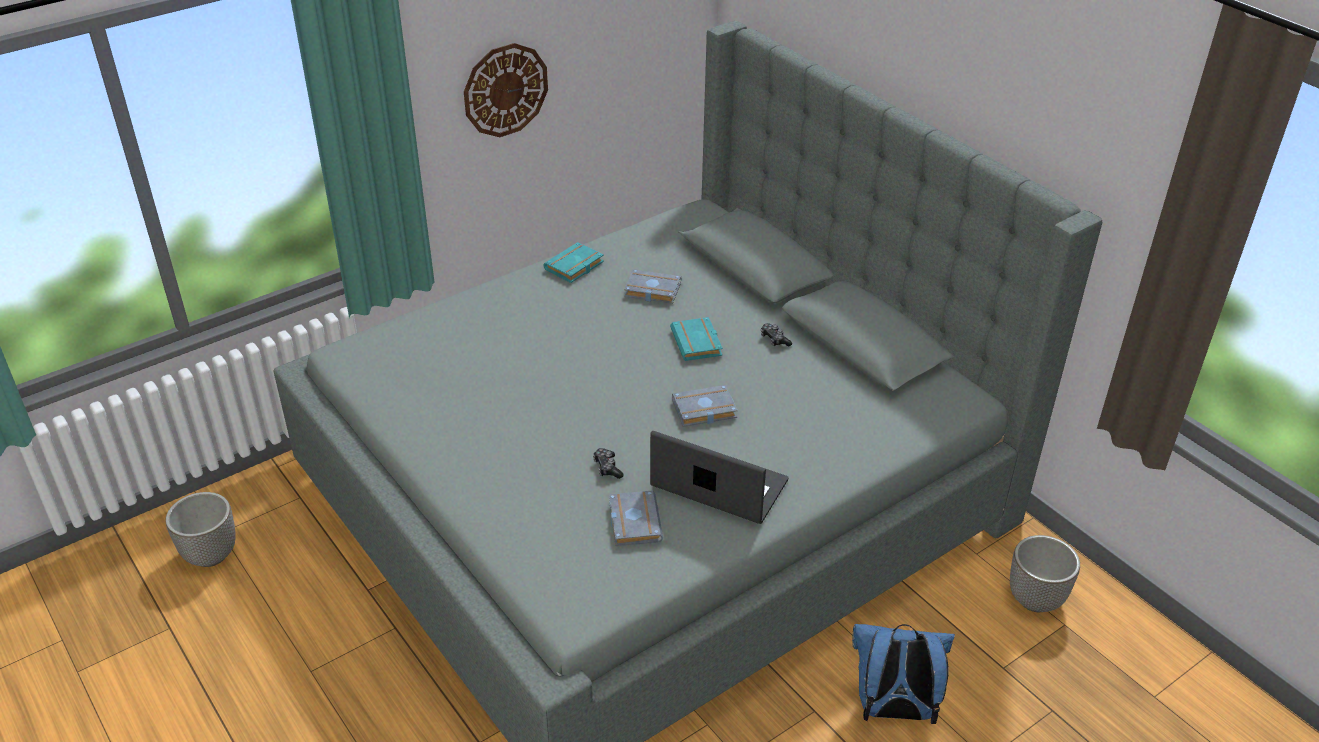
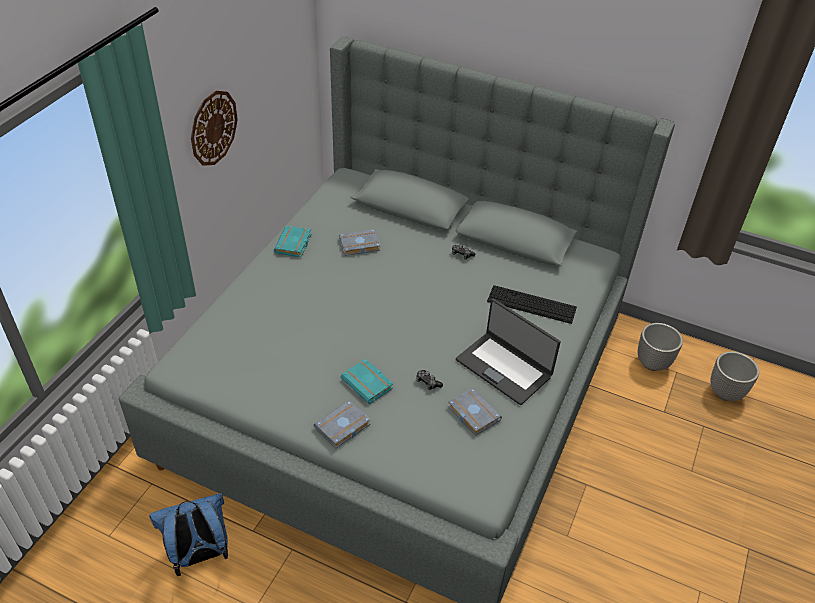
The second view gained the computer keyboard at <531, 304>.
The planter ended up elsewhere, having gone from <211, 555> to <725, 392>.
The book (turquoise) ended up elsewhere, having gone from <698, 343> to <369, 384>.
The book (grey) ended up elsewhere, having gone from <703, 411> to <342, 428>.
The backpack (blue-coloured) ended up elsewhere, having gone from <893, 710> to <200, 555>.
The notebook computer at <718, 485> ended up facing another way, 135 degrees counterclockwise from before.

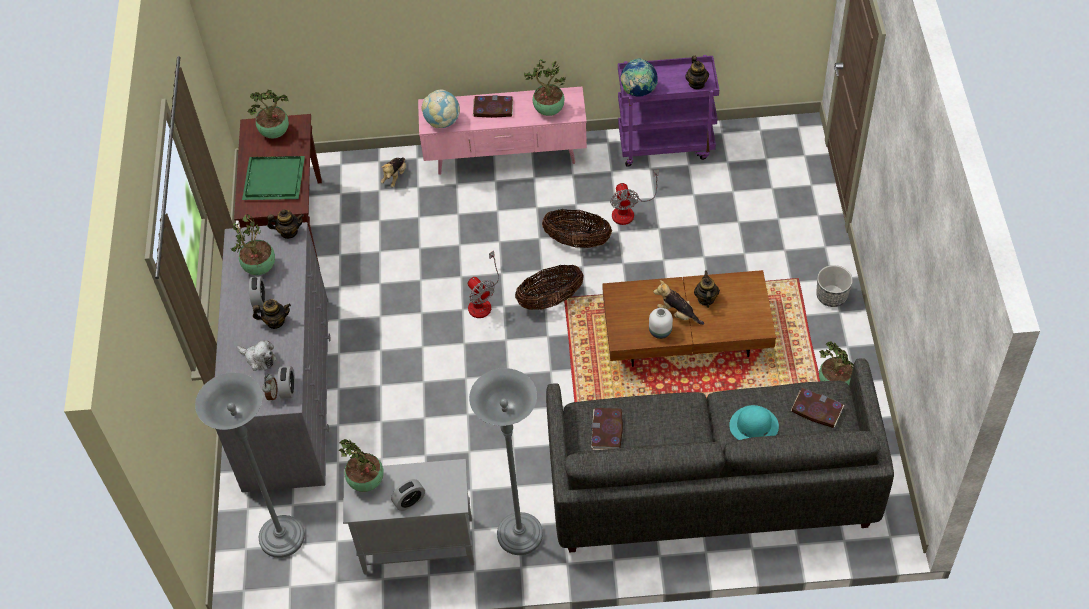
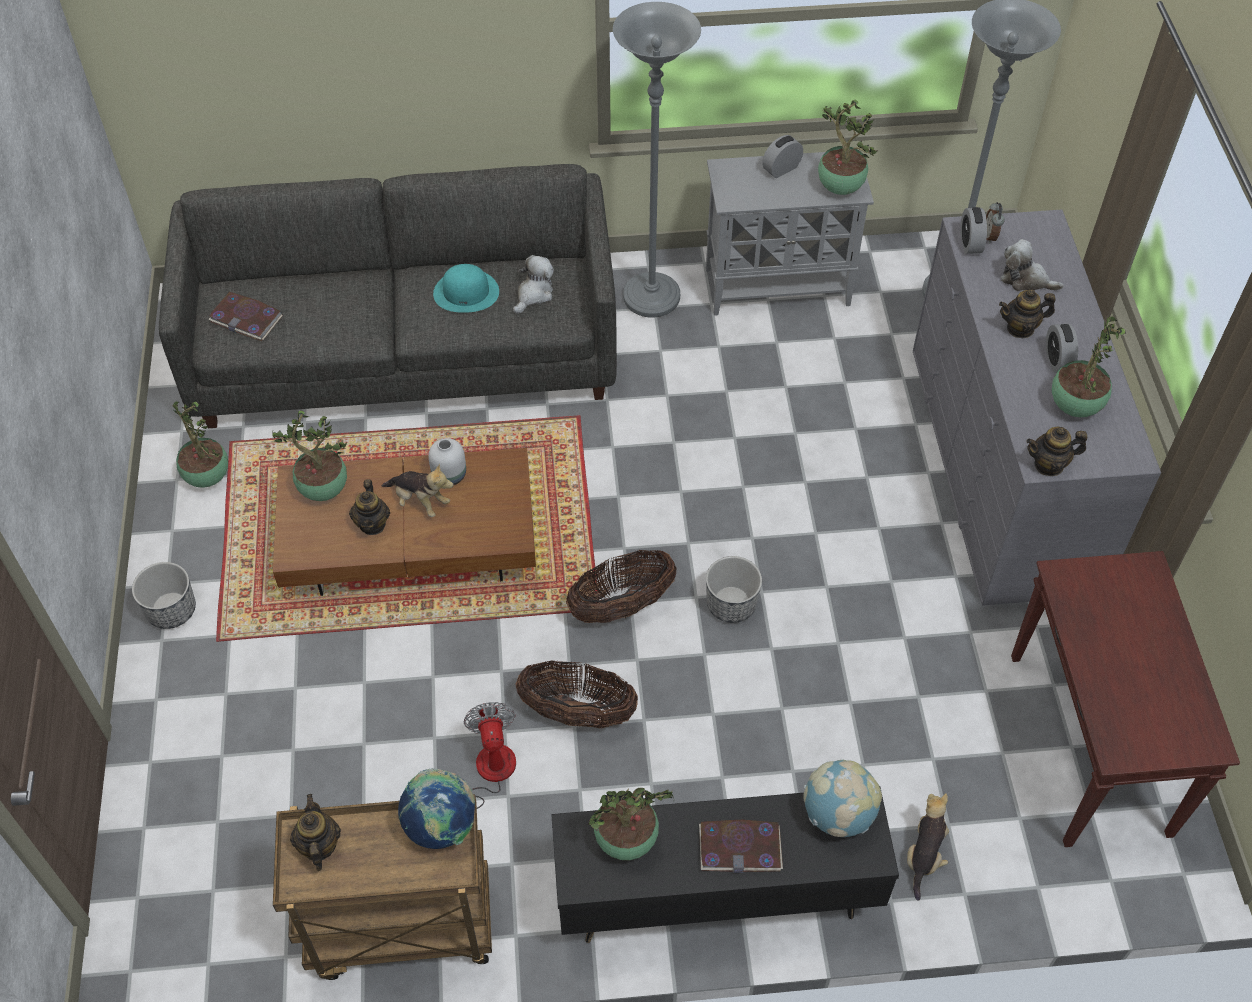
The second view lost the serving tray (green) at <273, 180>.
The potted plant ended up elsewhere, having gone from <276, 133> to <322, 490>.
The wearable hat (turquoise) ended up elsewhere, having gone from <753, 425> to <466, 292>.
Where the fan stood at <482, 301>, the planter came to stand at <731, 604>.
Where the book stood at <607, 430>, the soft toy came to stand at <534, 294>.
What was the tv stand (pink-coloured) at <506, 158> turned into the tv stand (blackish) at <716, 898>.
What was the trolley (purple) at <666, 144> turned into the trolley (brown-coloured) at <400, 929>.

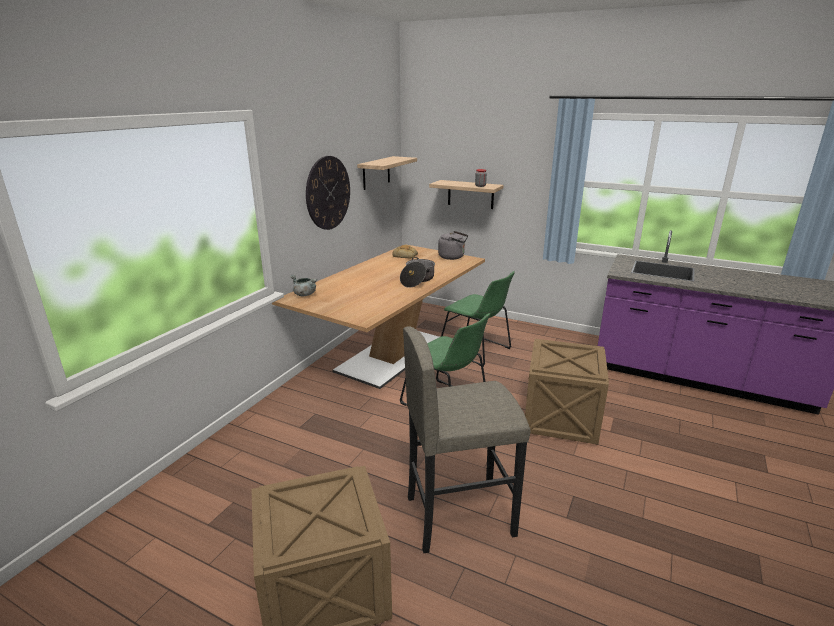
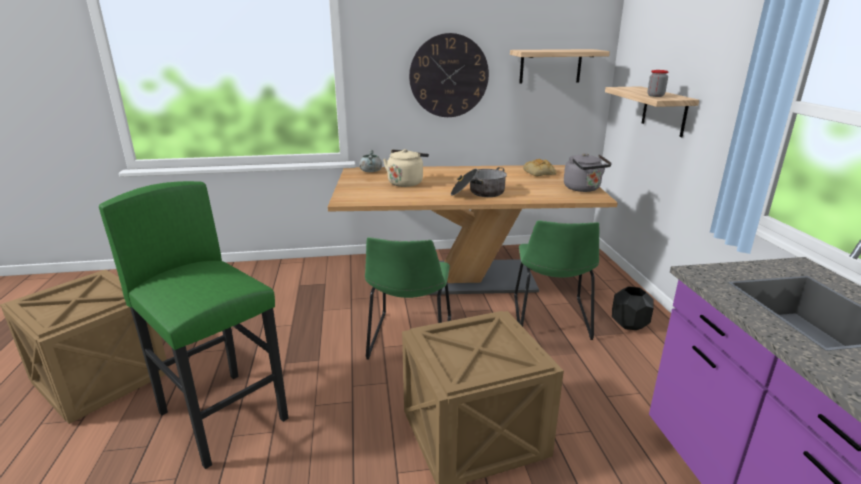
The second view gained the tea kettle (beige-coloured) at <406, 182>.
The second view gained the planter (blackish) at <628, 324>.
What was the sitting stool (grey) at <459, 515> turned into the sitting stool (green) at <223, 415>.

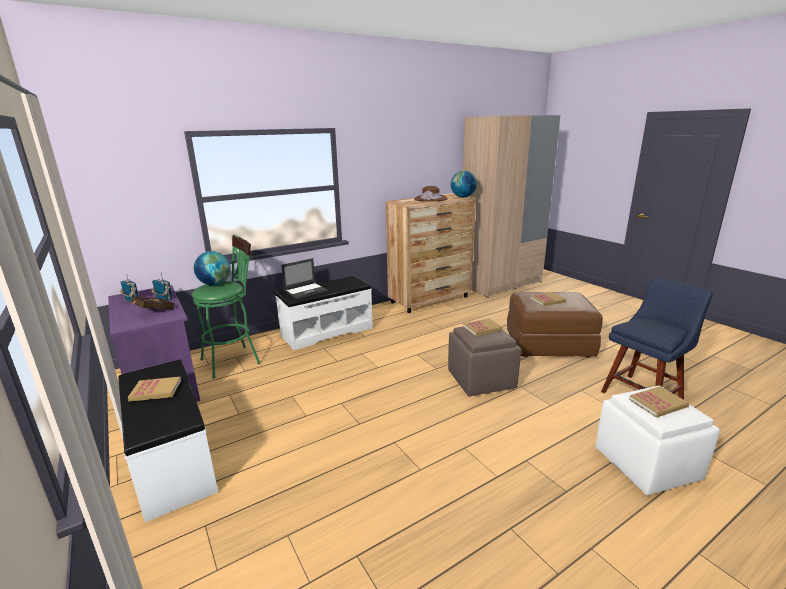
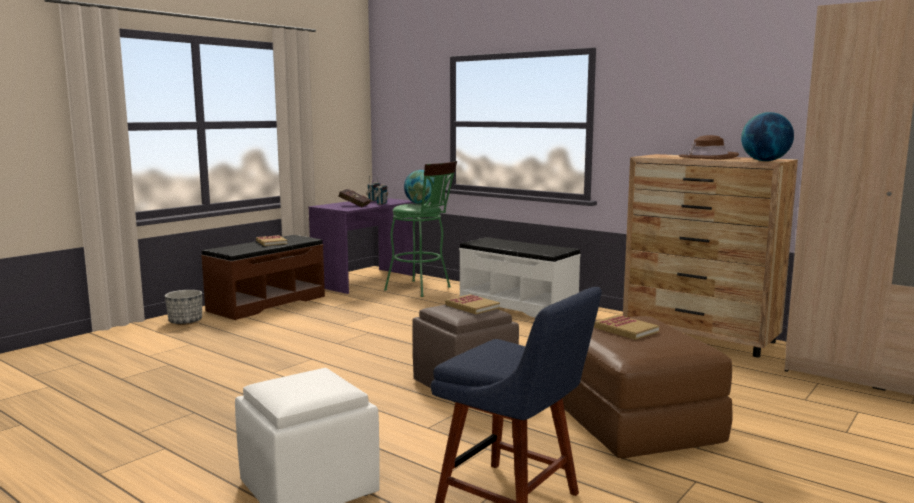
The second view lost the notebook computer at <306, 291>.
The second view lost the book at <658, 403>.
The second view gained the planter at <186, 322>.
What was the long seat (white-coloured) at <171, 461> turned into the long seat (brown-coloured) at <266, 303>.

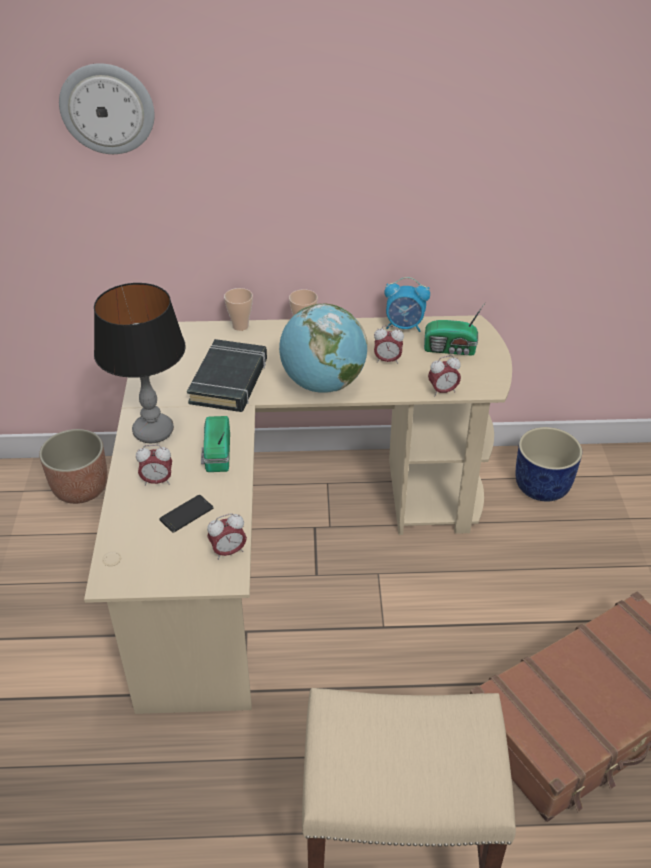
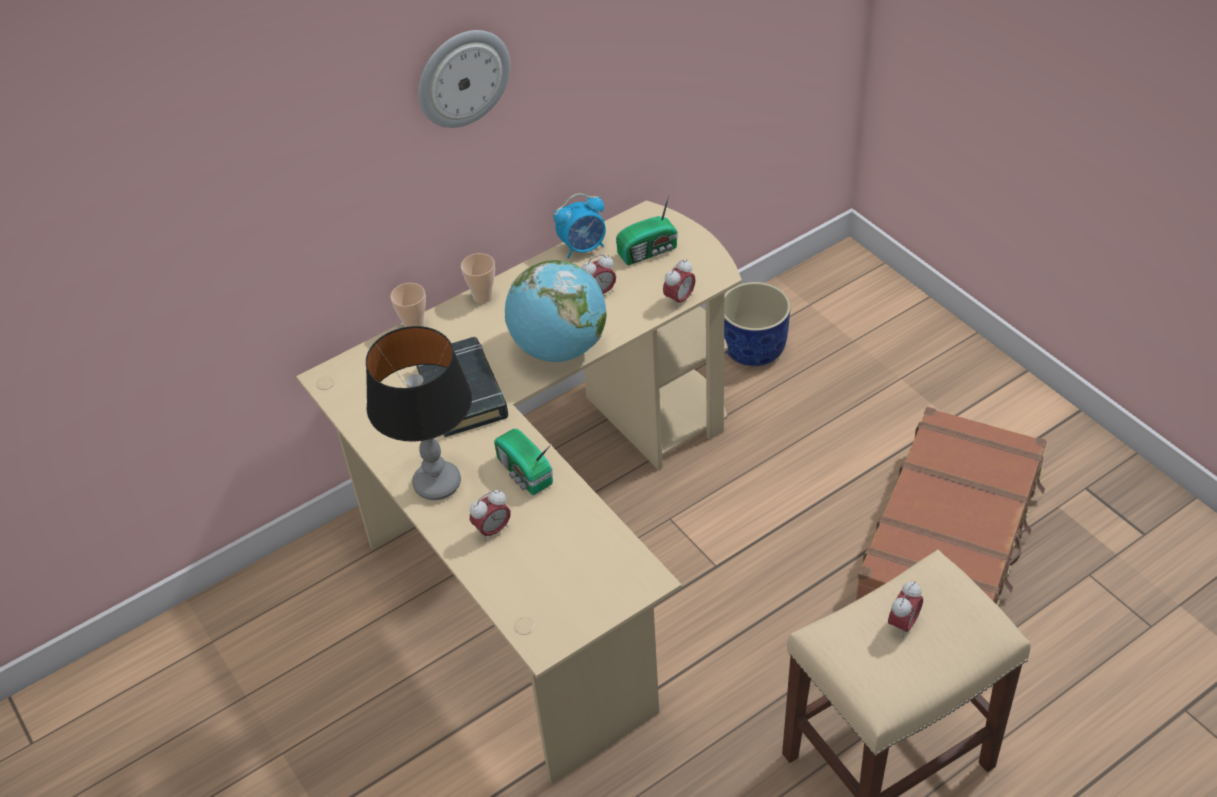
The second view lost the planter at <81, 488>.
The second view lost the telephone at <186, 514>.
The hanging clock ended up elsewhere, having gone from <107, 108> to <462, 77>.
The bedside clock ended up elsewhere, having gone from <228, 551> to <903, 624>.

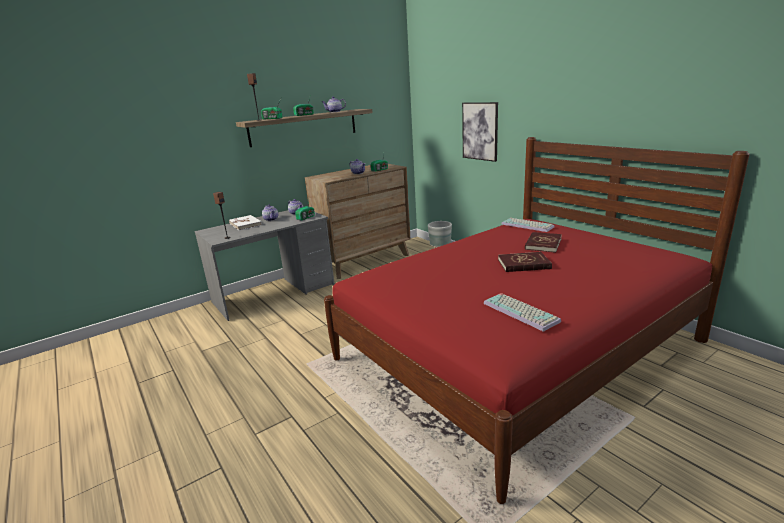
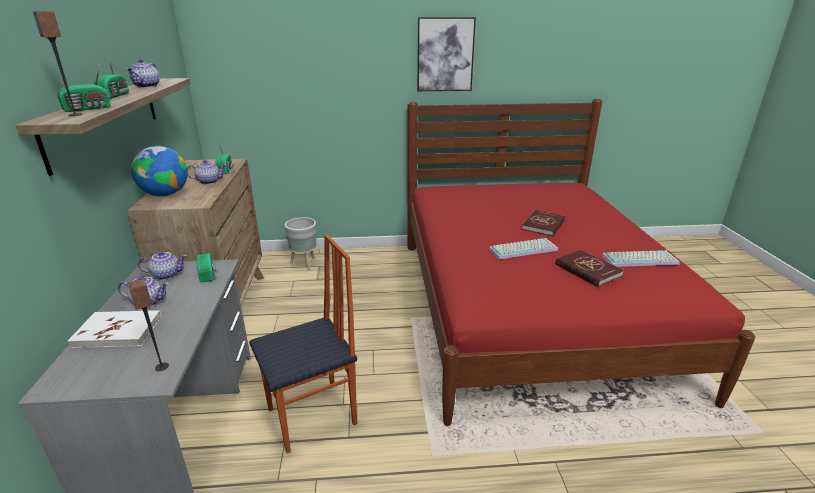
The second view gained the globe at <165, 194>.
The second view gained the upright chair at <313, 417>.
The wall picture ended up elsewhere, having gone from <480, 131> to <445, 55>.
The computer keyboard ended up elsewhere, having gone from <528, 225> to <523, 249>.
The book (red) ended up elsewhere, having gone from <543, 244> to <587, 270>.

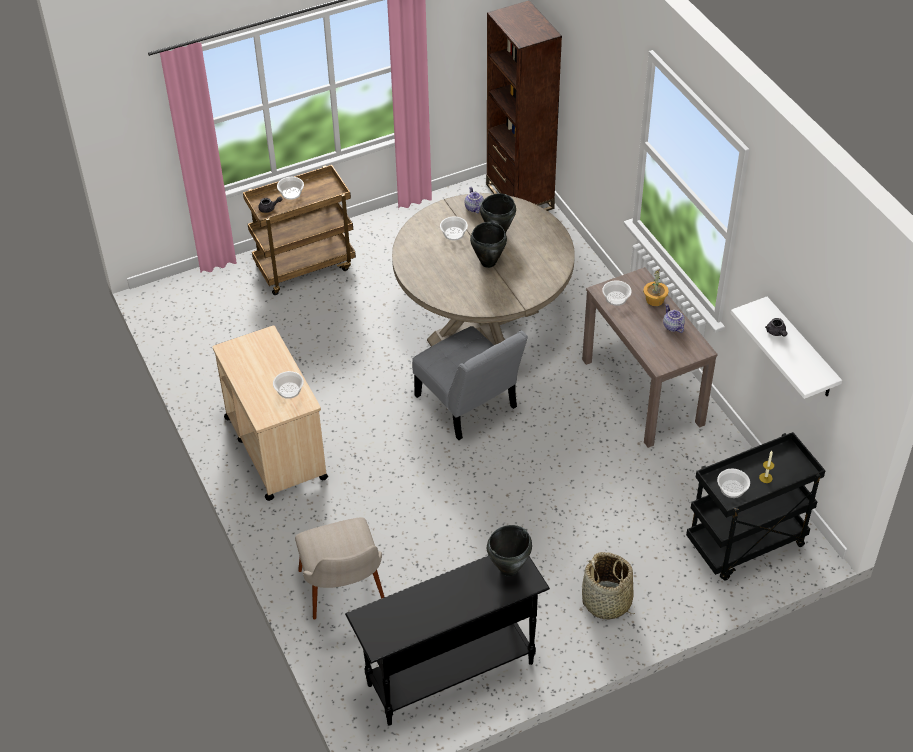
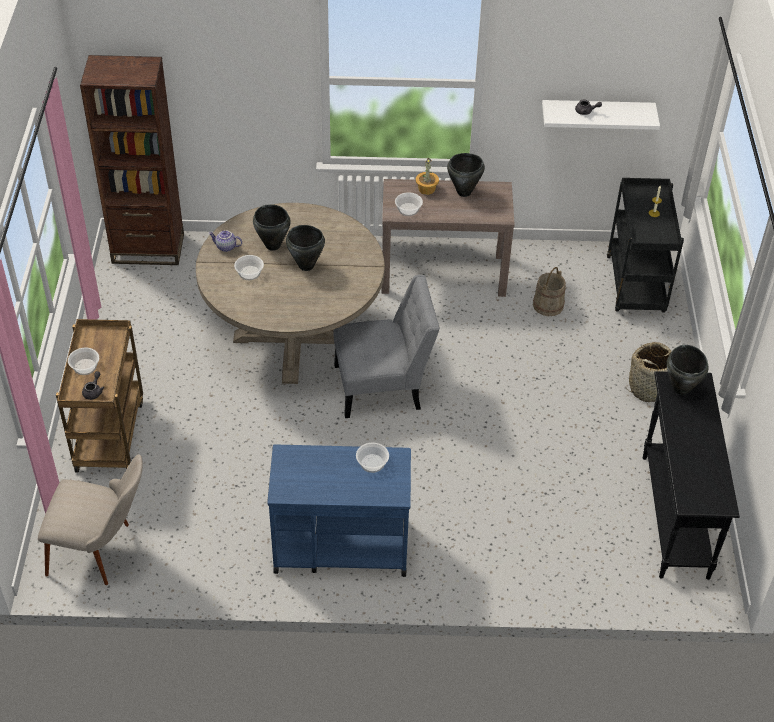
The second view lost the bowl at <732, 489>.
The second view gained the bucket (beige-coloured) at <548, 305>.
The upright chair (beige-coloured) ended up elsewhere, having gone from <345, 597> to <103, 552>.
Where the tea pot stood at <672, 326>, the cooking pot (blackish) came to stand at <464, 192>.
What was the trolley (beige-coloured) at <275, 447> turned into the trolley (blue-coloured) at <340, 546>.

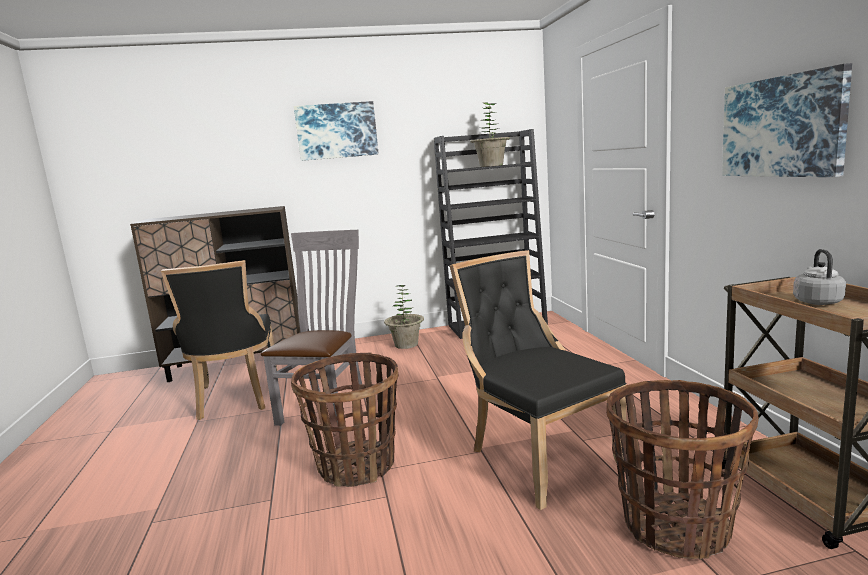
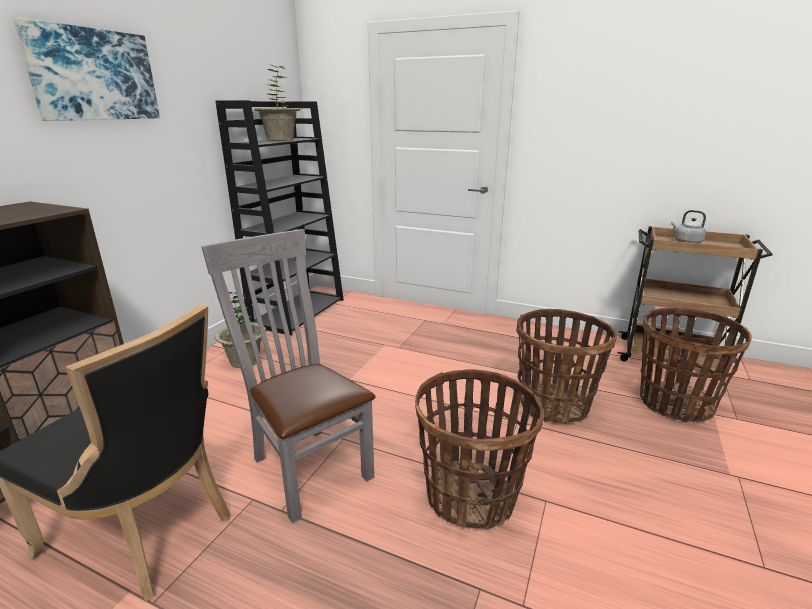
The second view lost the wall picture at <782, 127>.
Where the upright chair (blackish) stood at <538, 458>, the household basket came to stand at <553, 405>.

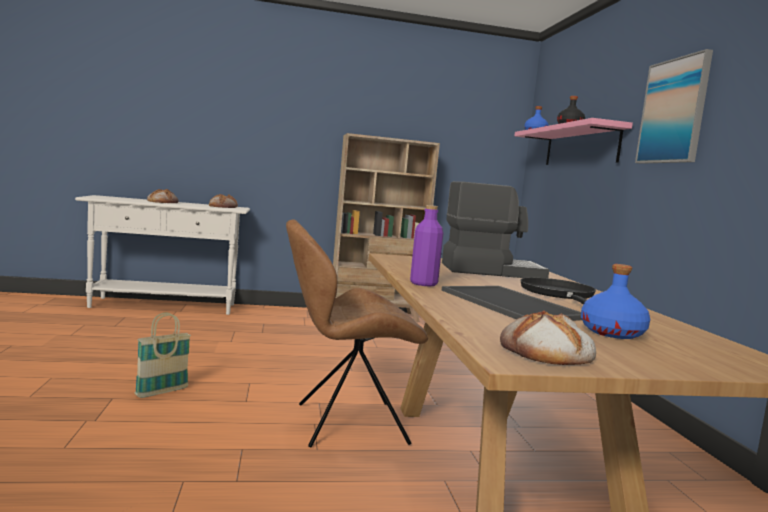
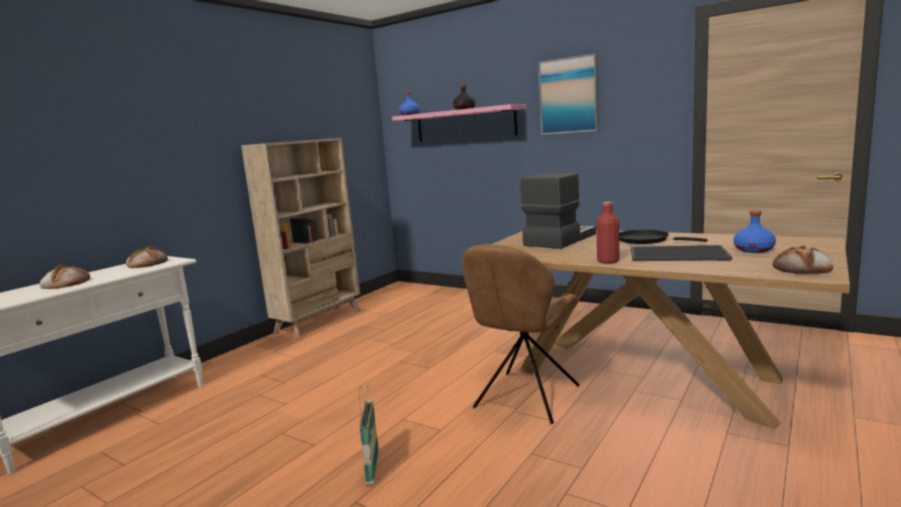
What was the beverage bottle (purple) at <423, 284> turned into the beverage bottle (red) at <608, 261>.

